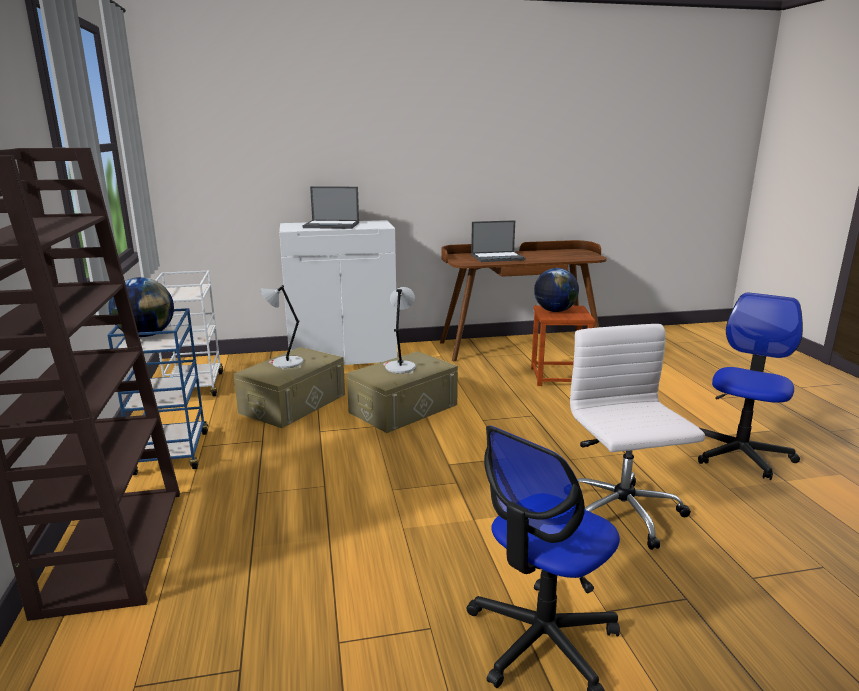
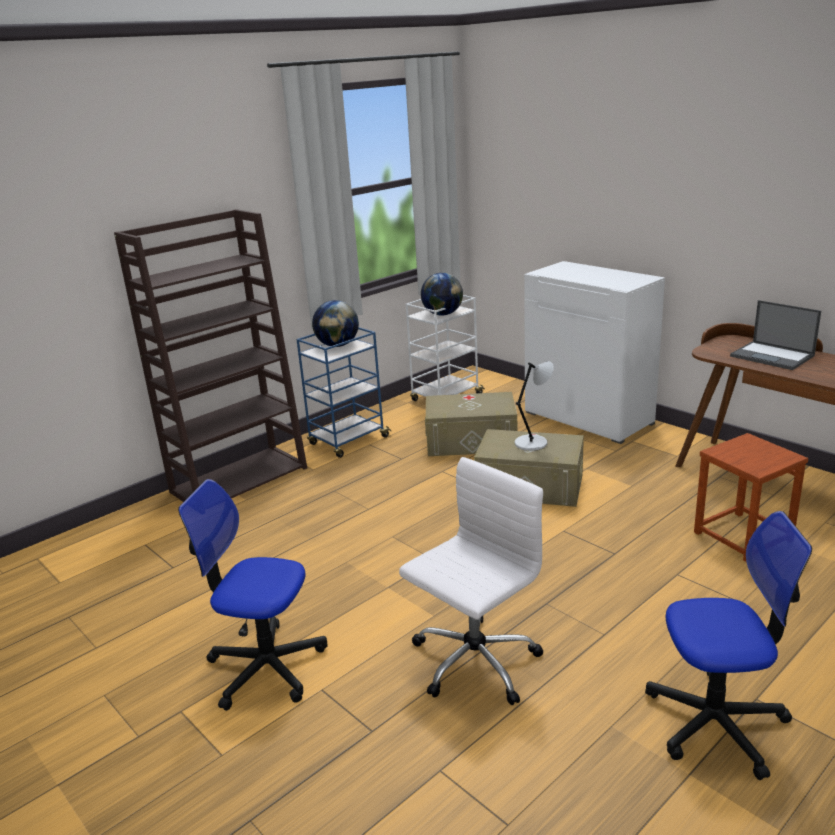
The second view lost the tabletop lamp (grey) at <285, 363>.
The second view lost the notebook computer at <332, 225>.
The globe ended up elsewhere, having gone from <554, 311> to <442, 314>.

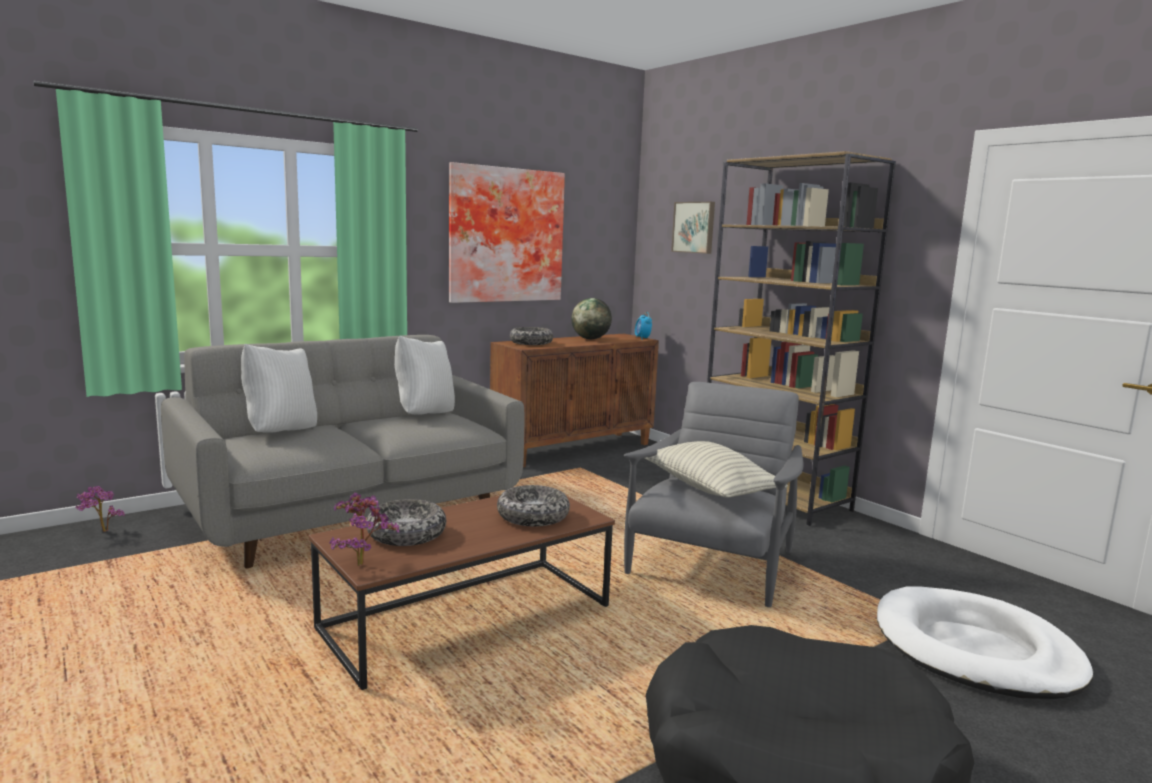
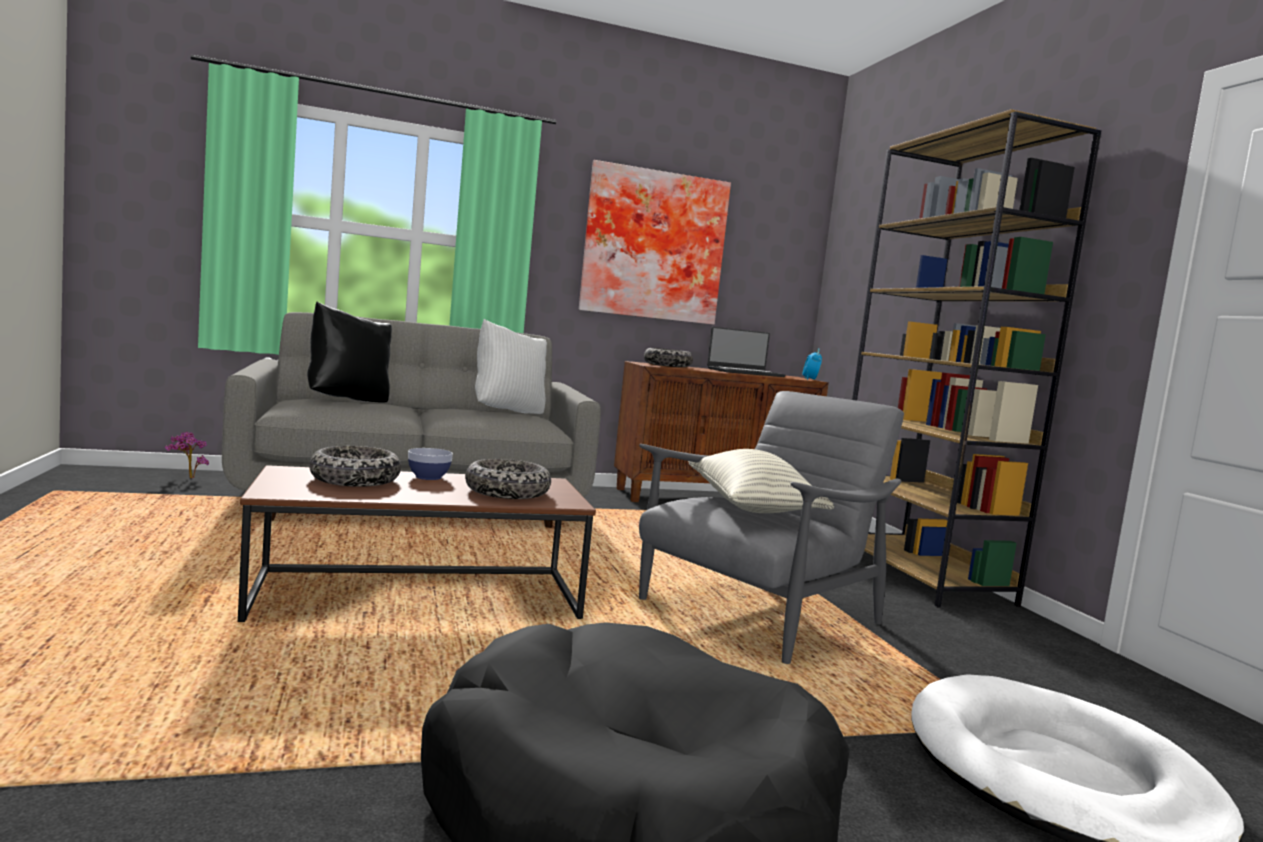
The second view lost the potted plant at <362, 563>.
The second view lost the wall picture at <694, 227>.
The second view gained the bowl at <428, 477>.
Where the globe stood at <590, 339>, the notebook computer came to stand at <745, 372>.
What was the cushion (white-coloured) at <281, 432> turned into the cushion (blackish) at <348, 400>.

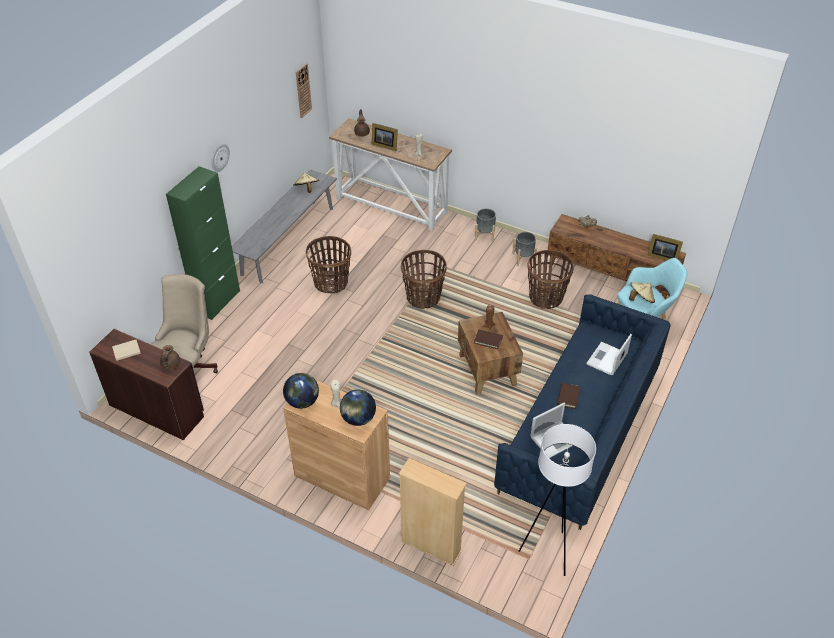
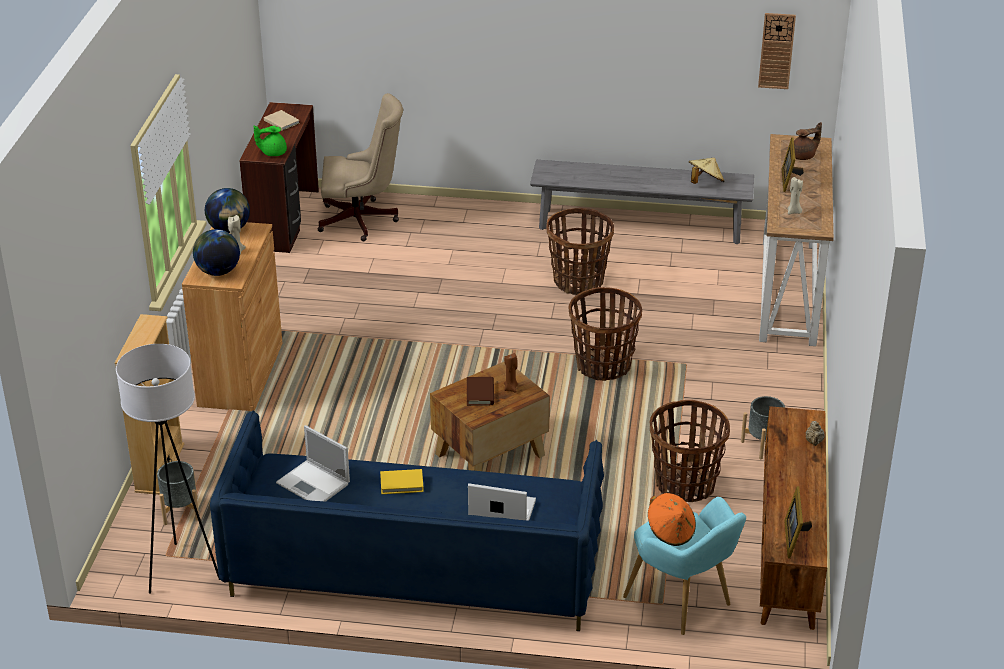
The second view lost the storage cabinet (green) at <217, 302>.
The second view lost the hanging clock at <219, 157>.
The planter (grey) ended up elsewhere, having gone from <484, 235> to <181, 511>.
What was the tea pot (brown-coloured) at <170, 365> turned into the tea pot (green) at <272, 152>.
What was the book (brown-coloured) at <568, 397> turned into the book (yellow-coloured) at <401, 483>.
What was the wearable hat (beige-coloured) at <640, 299> turned into the wearable hat (orangey) at <670, 532>.

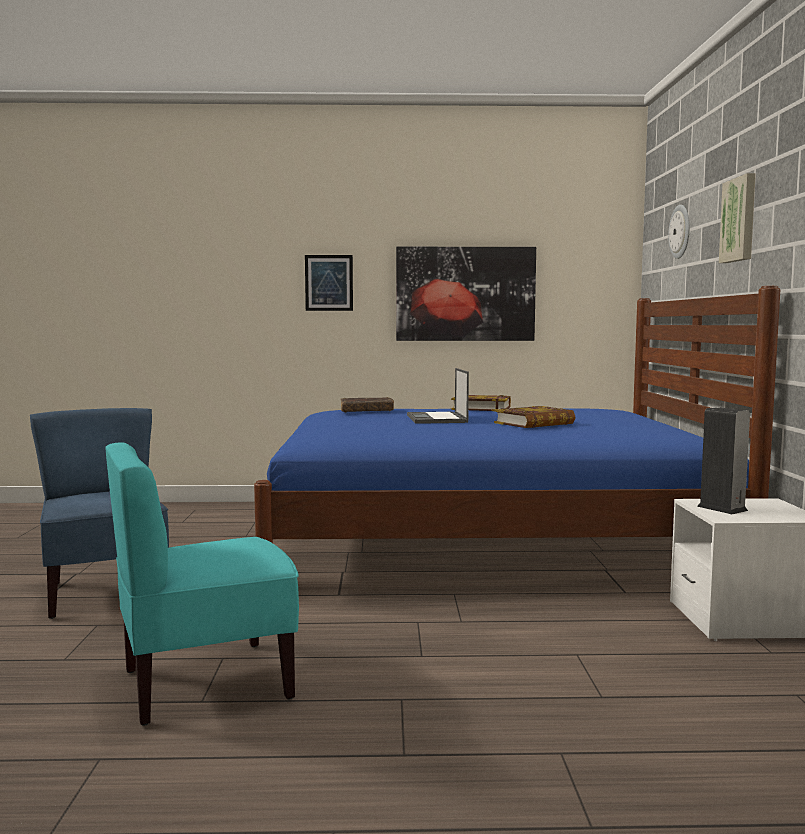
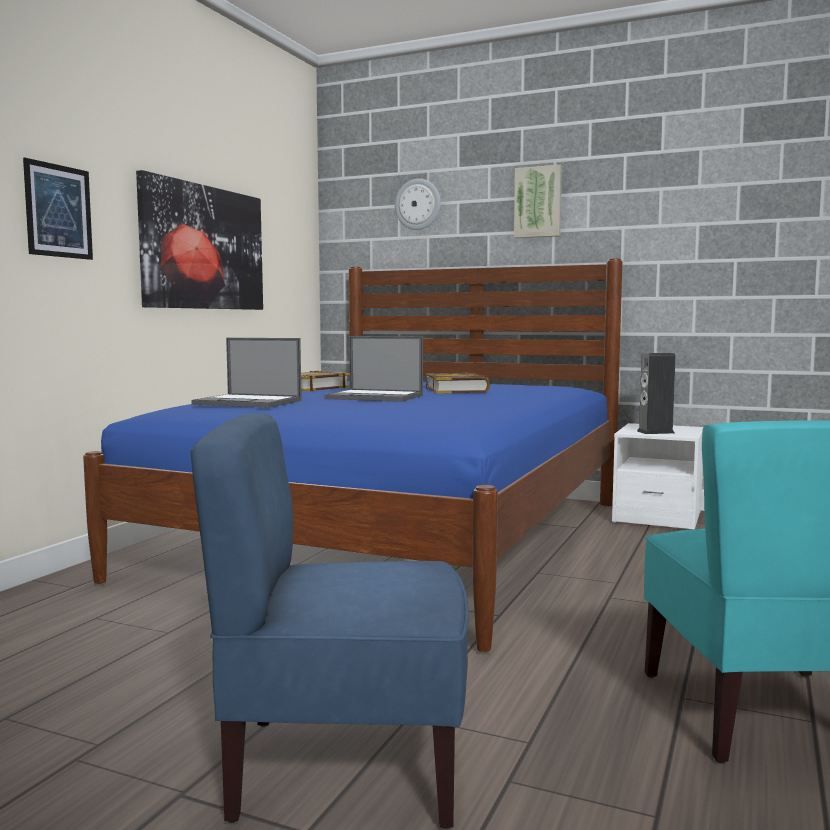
Where the book (brown-coloured) stood at <366, 411>, the notebook computer came to stand at <249, 402>.

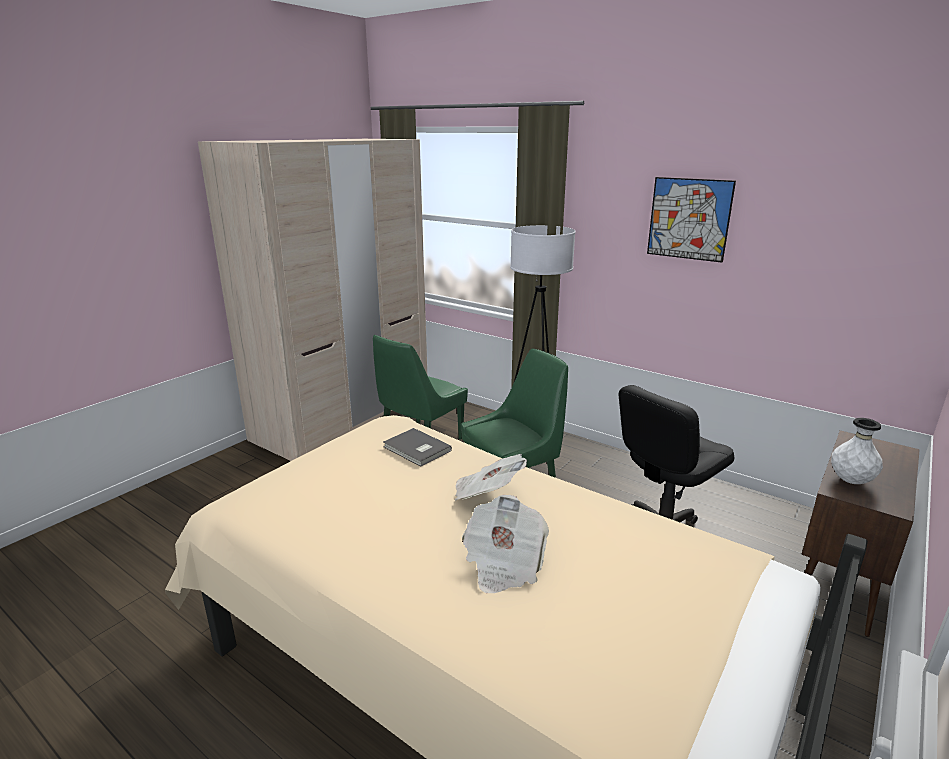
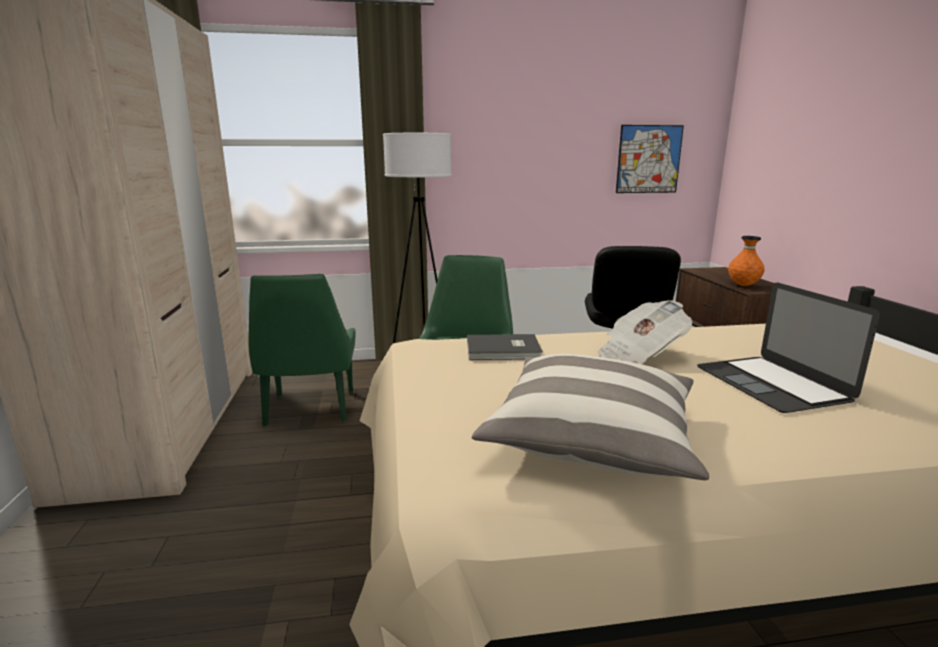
The second view gained the cushion at <592, 438>.
The wall picture ended up elsewhere, having gone from <689, 219> to <648, 159>.
Where the newspaper stood at <503, 563>, the notebook computer came to stand at <771, 383>.
What was the vase (white-coloured) at <850, 481> turned into the vase (orangey) at <743, 285>.

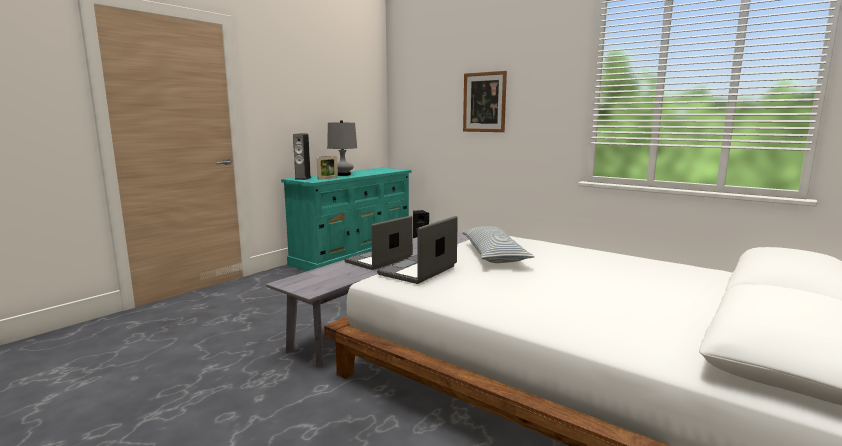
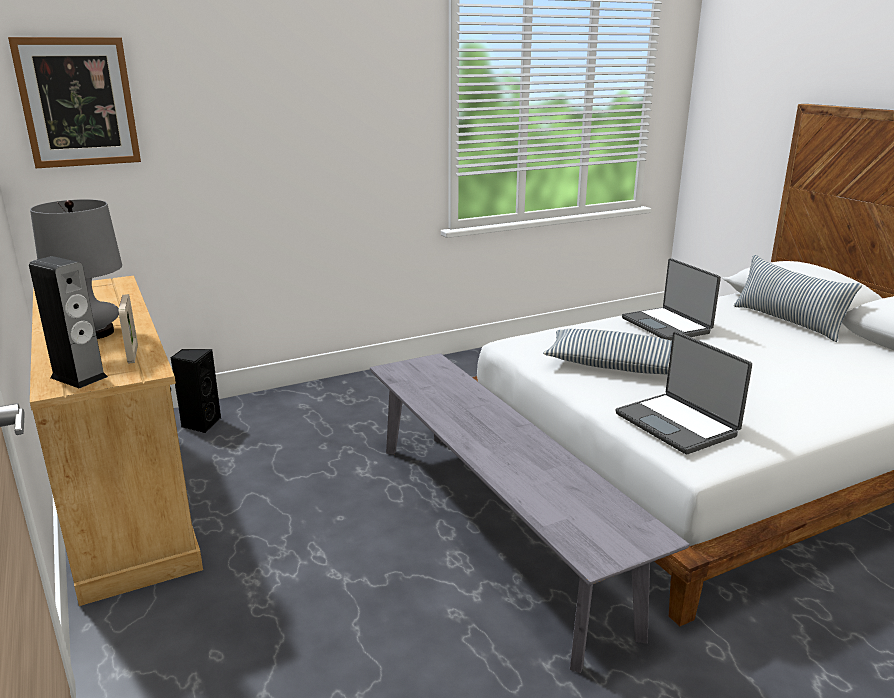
The second view gained the cushion at <787, 322>.
The notebook computer ended up elsewhere, having gone from <379, 260> to <667, 325>.
The wall picture ended up elsewhere, having gone from <484, 102> to <78, 102>.
What was the chest of drawers (turquoise) at <354, 253> turned into the chest of drawers (beige-coloured) at <125, 496>.

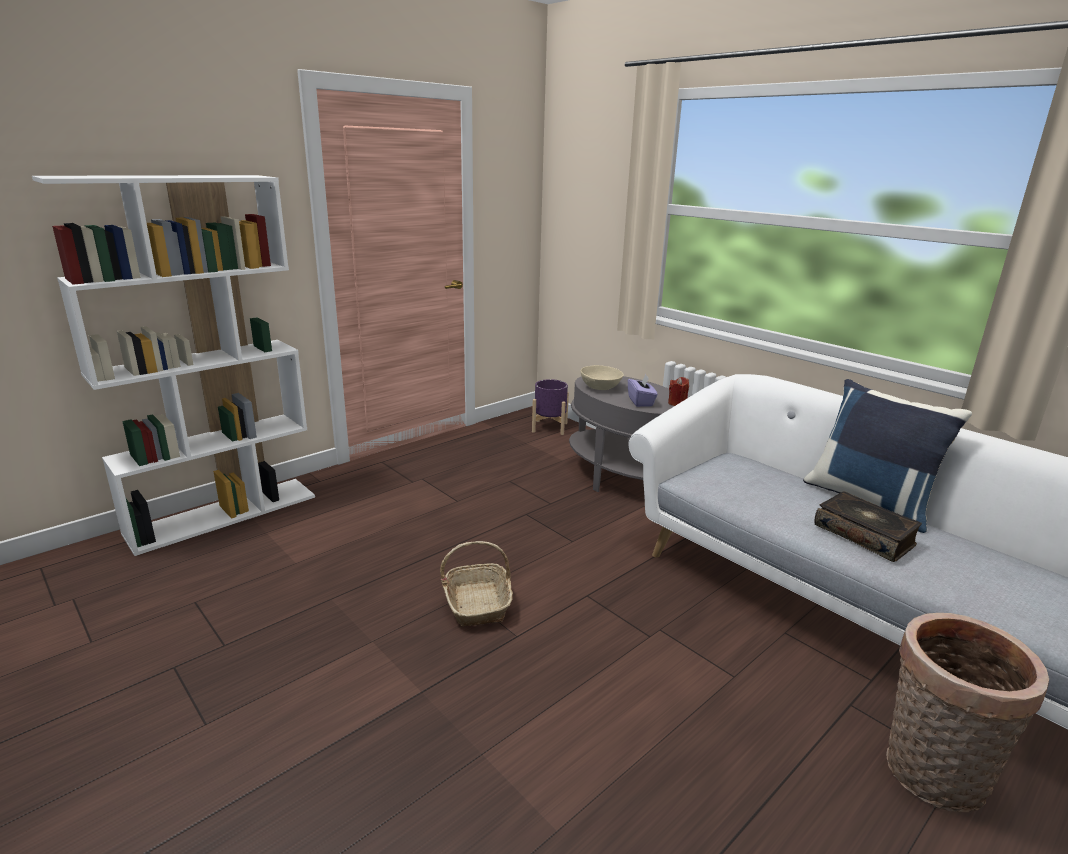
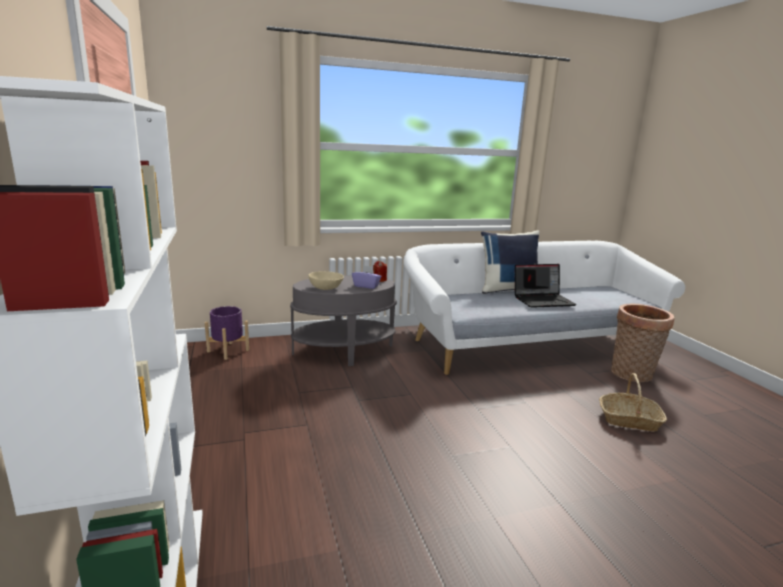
The household basket ended up elsewhere, having gone from <477, 603> to <629, 420>.
Where the book stood at <864, 535>, the notebook computer came to stand at <543, 300>.

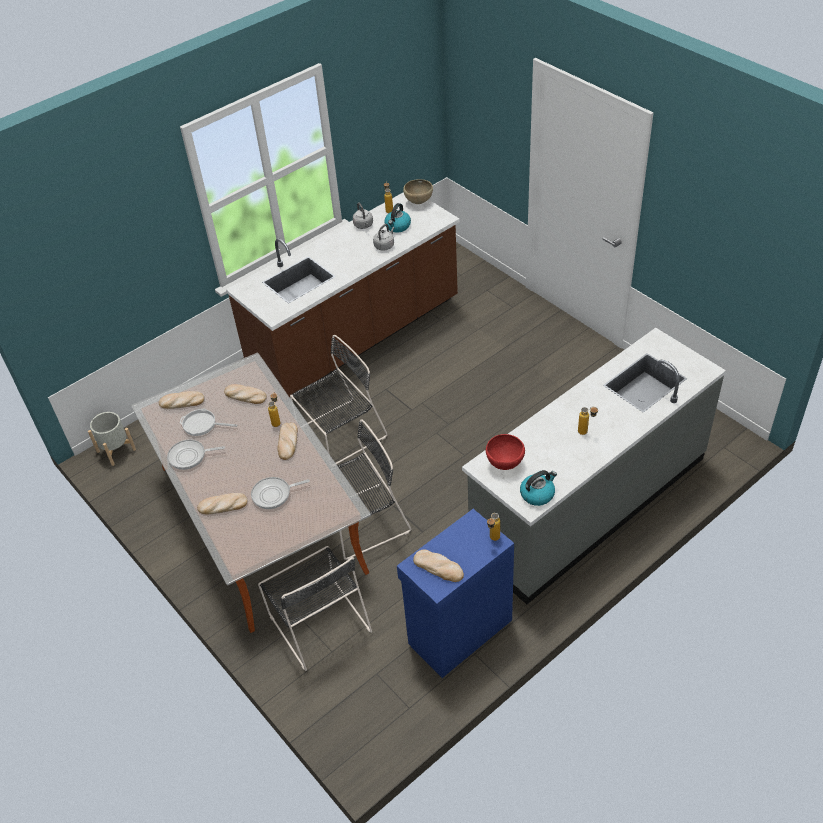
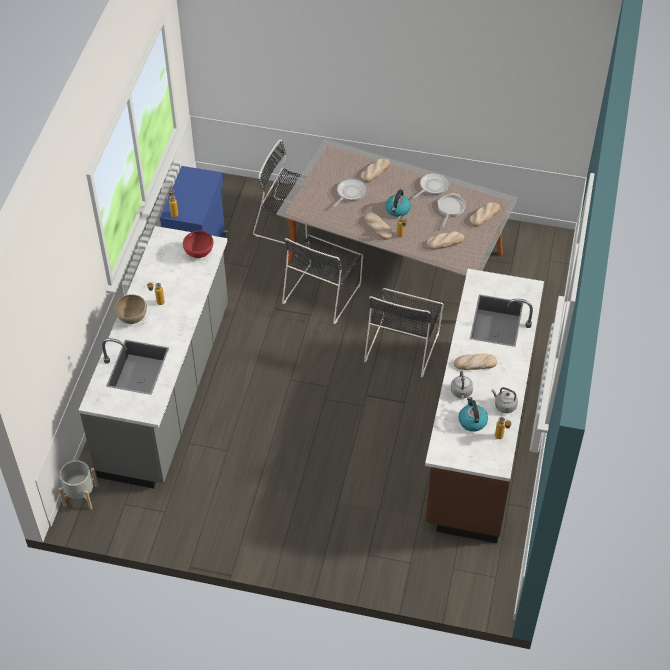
The planter (grey) ended up elsewhere, having gone from <116, 450> to <81, 495>.
The bowl (brown-coloured) ended up elsewhere, having gone from <419, 202> to <132, 318>.
The bread ended up elsewhere, having gone from <438, 567> to <475, 363>.
The tea kettle ended up elsewhere, having gone from <537, 494> to <397, 210>.
The frying pan at <202, 425> ended up facing another way, 45 degrees counterclockwise from before.

